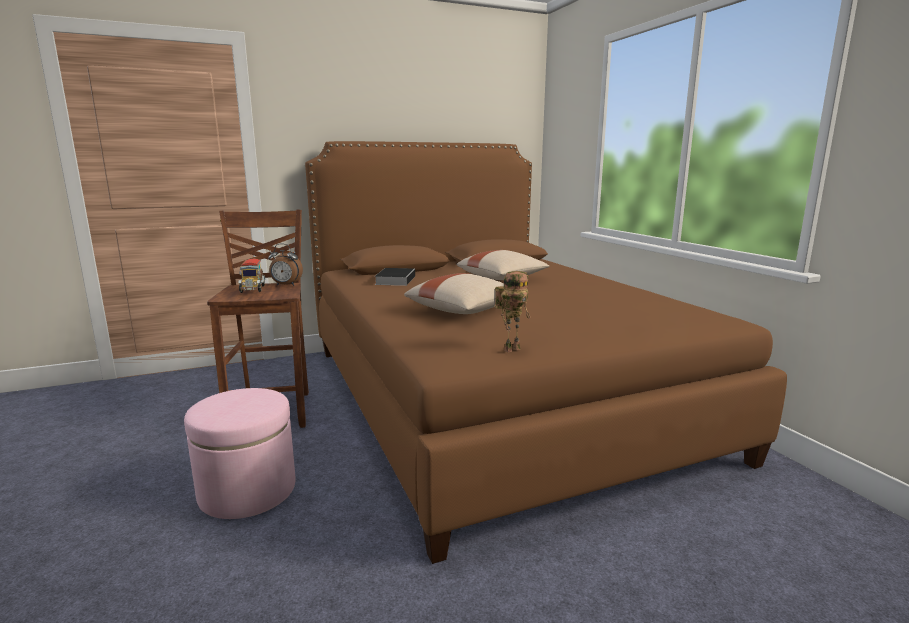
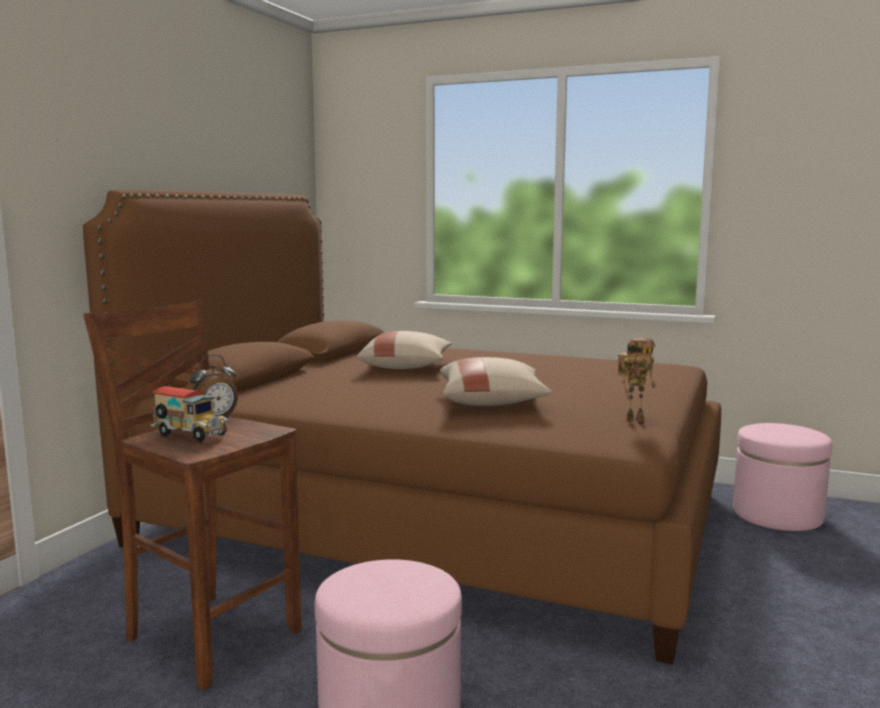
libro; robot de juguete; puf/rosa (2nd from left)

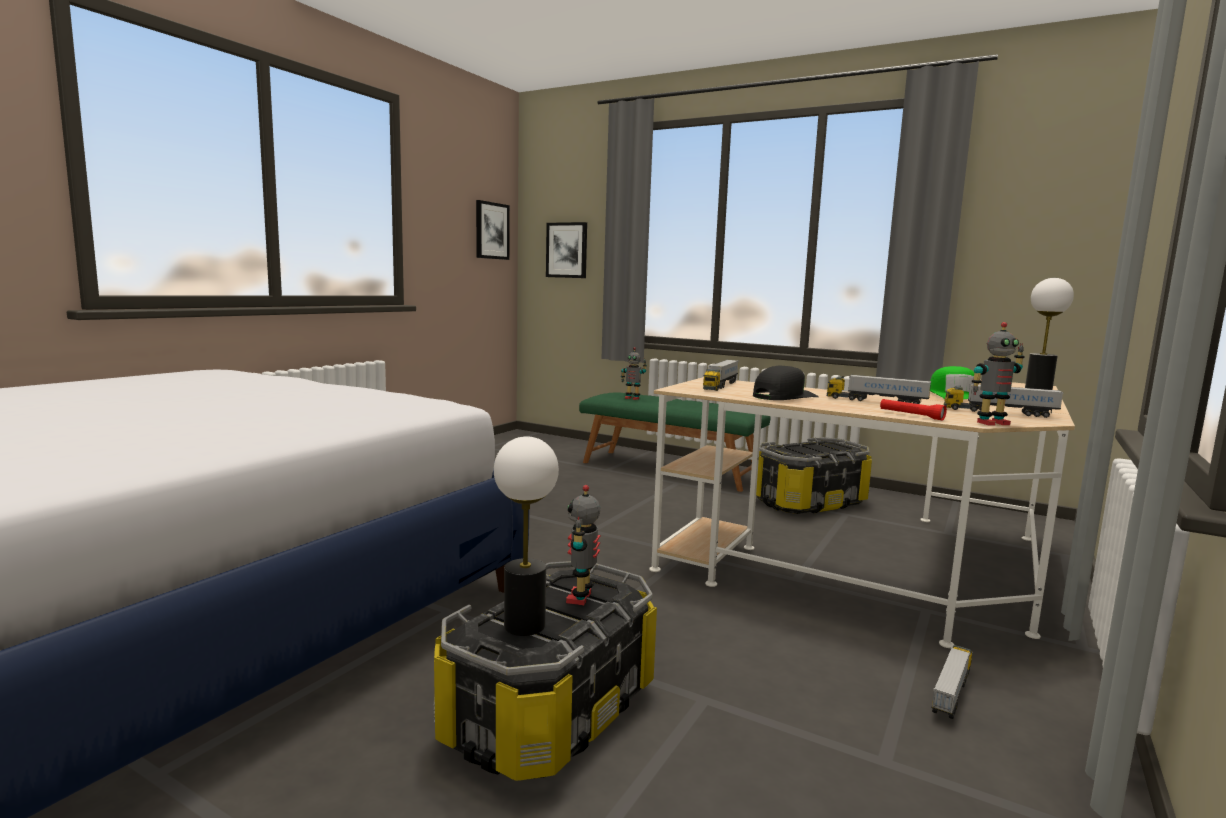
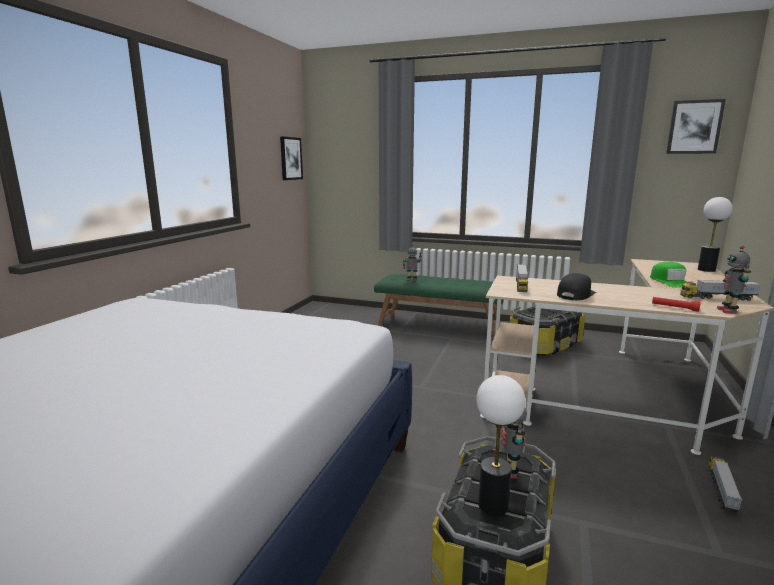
cuadro (2nd from left); camión de juguete (2nd from left in the first image); robot de juguete (3rd from left)

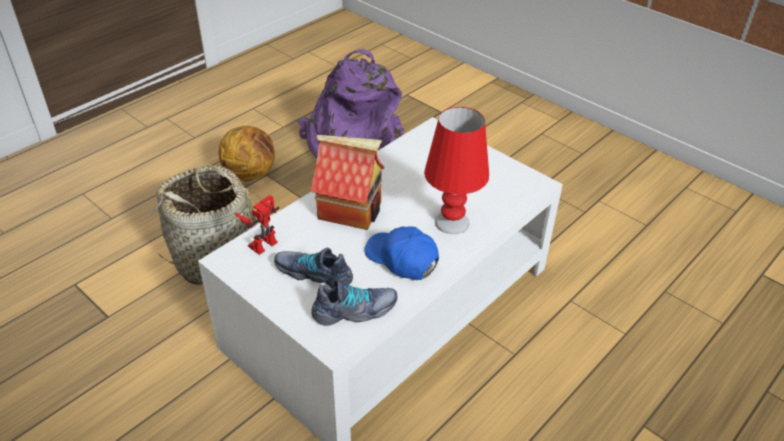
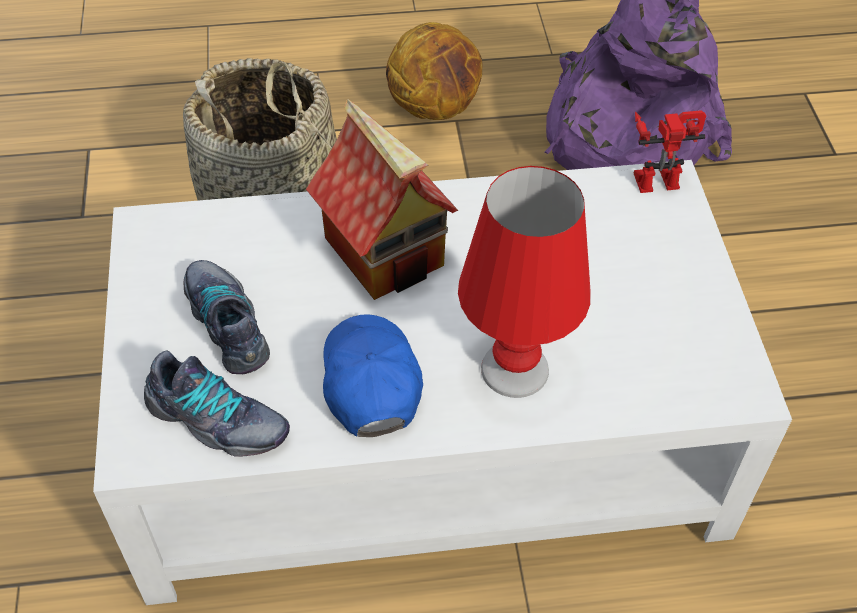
robot de juguete

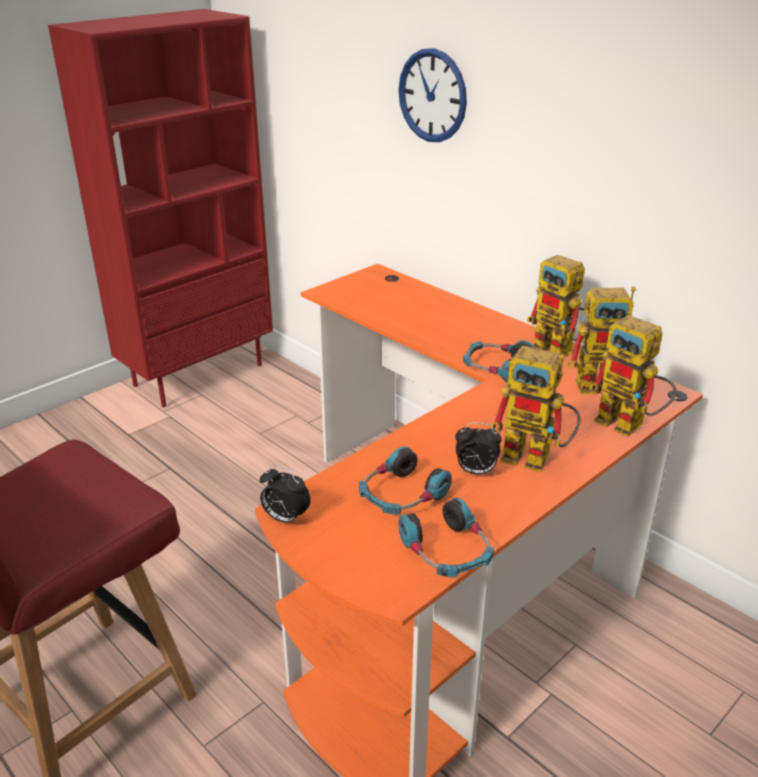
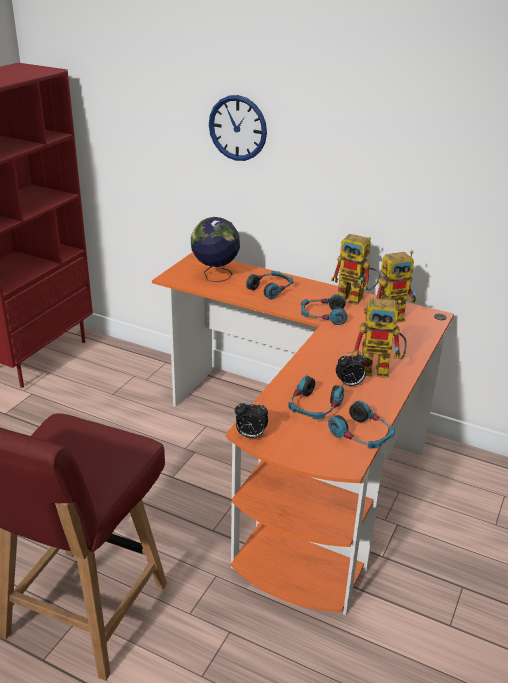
robot de juguete (4th from left in the first image); globo terráqueo; auriculares (1st from left)

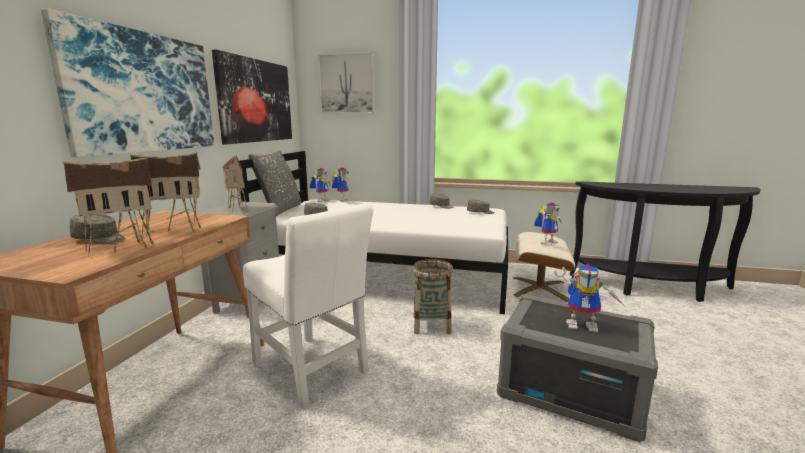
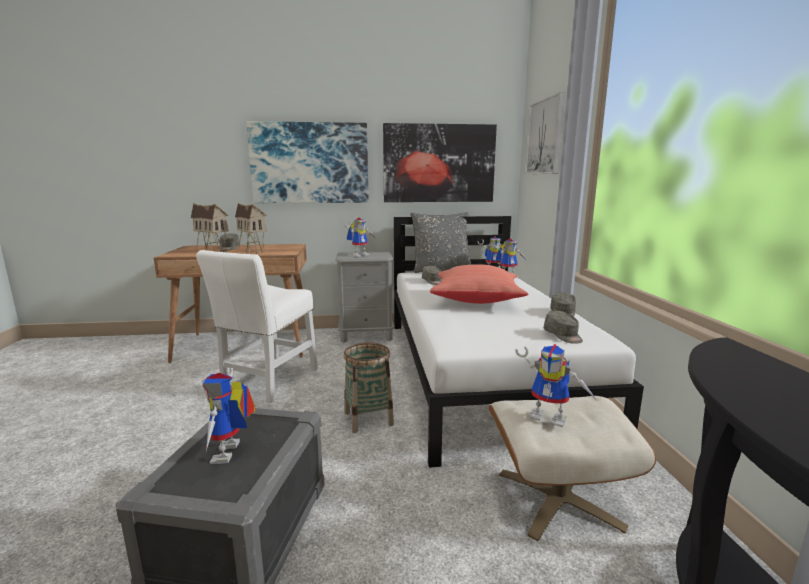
robot de juguete (2nd from left); cojín/rojo

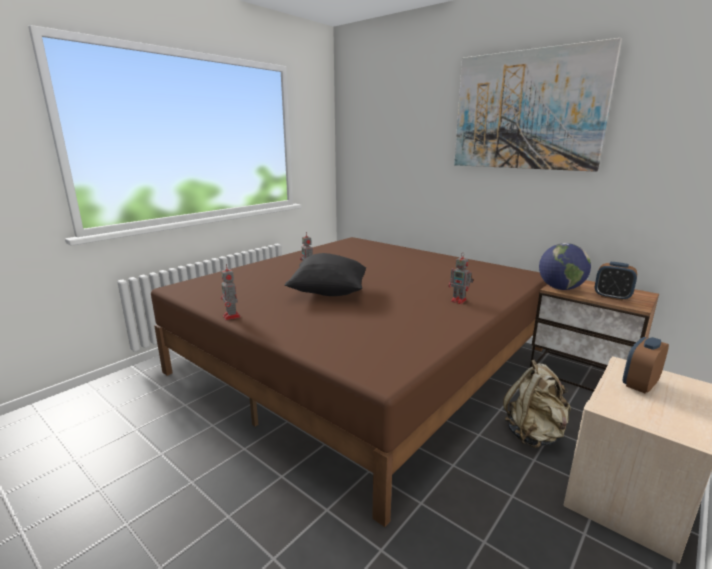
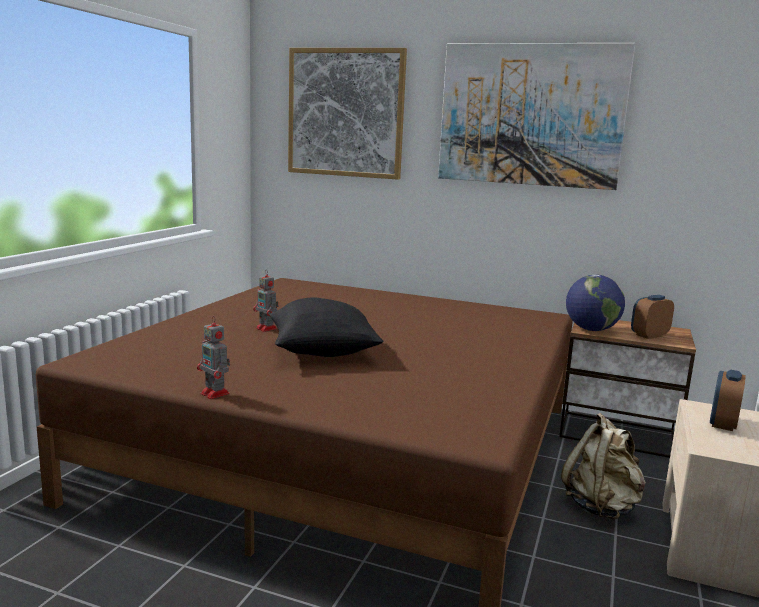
robot de juguete (3rd from left in the first image); despertador (1st from left); cuadro (1st from left)

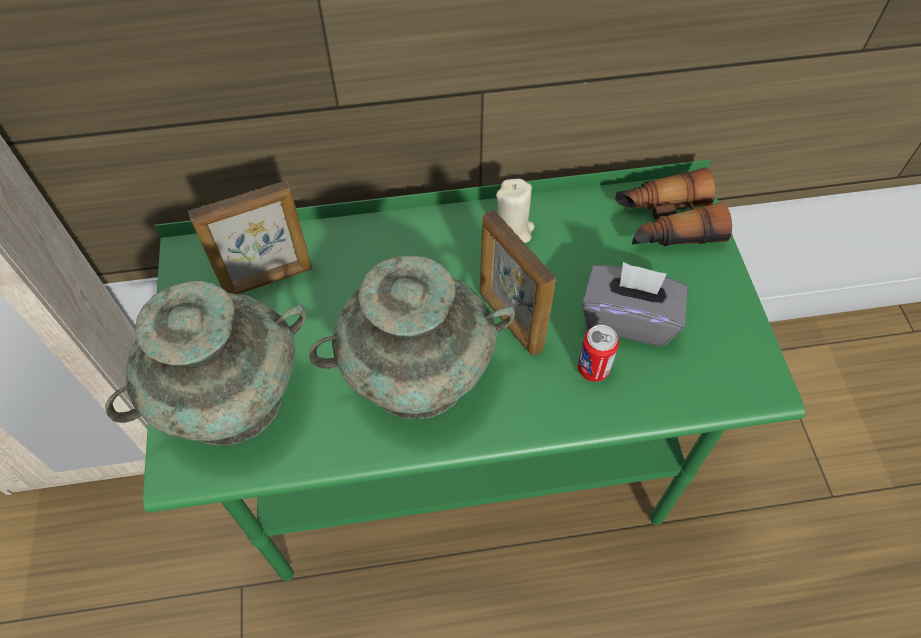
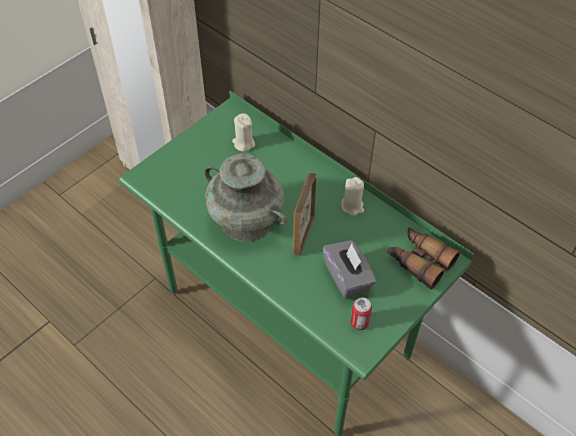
florero/turquesa (1st from left in the first image); vela/beis (1st from left); lata

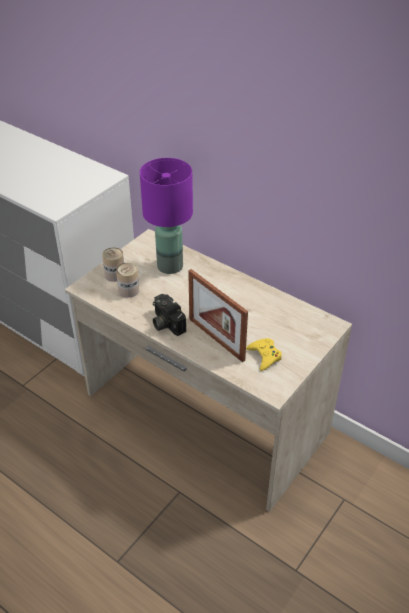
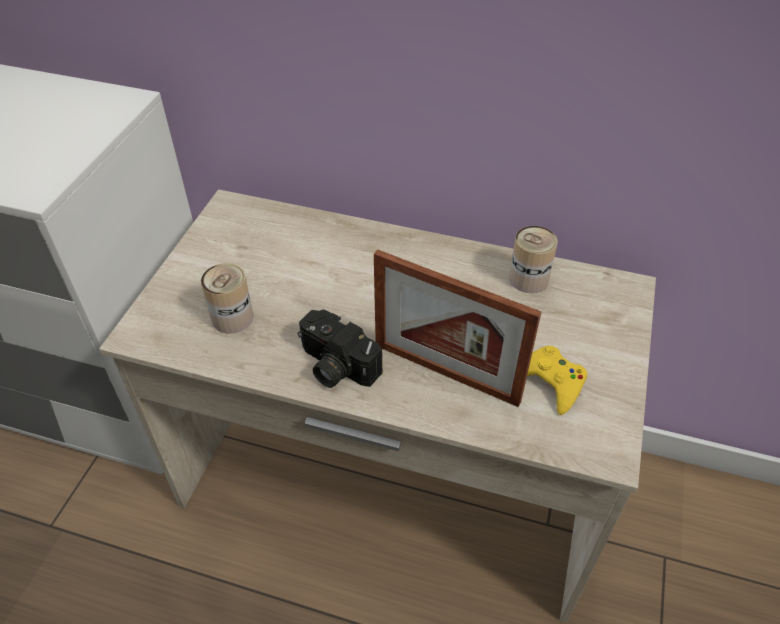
lata (2nd from left); lámpara de mesa/morado

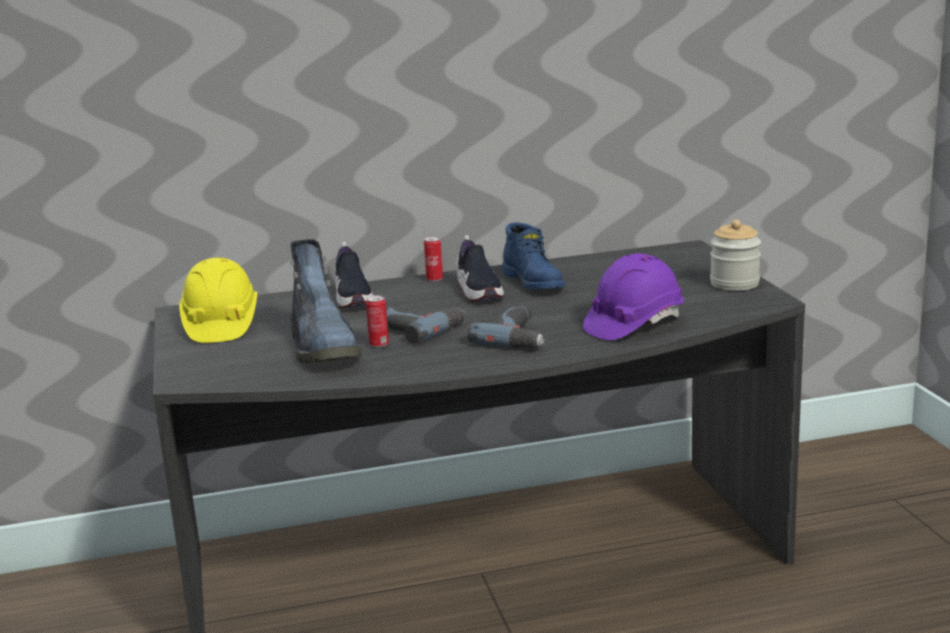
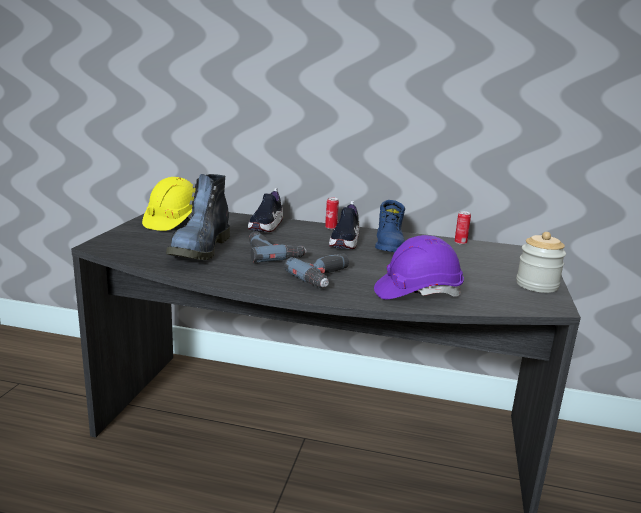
lata (2nd from left)

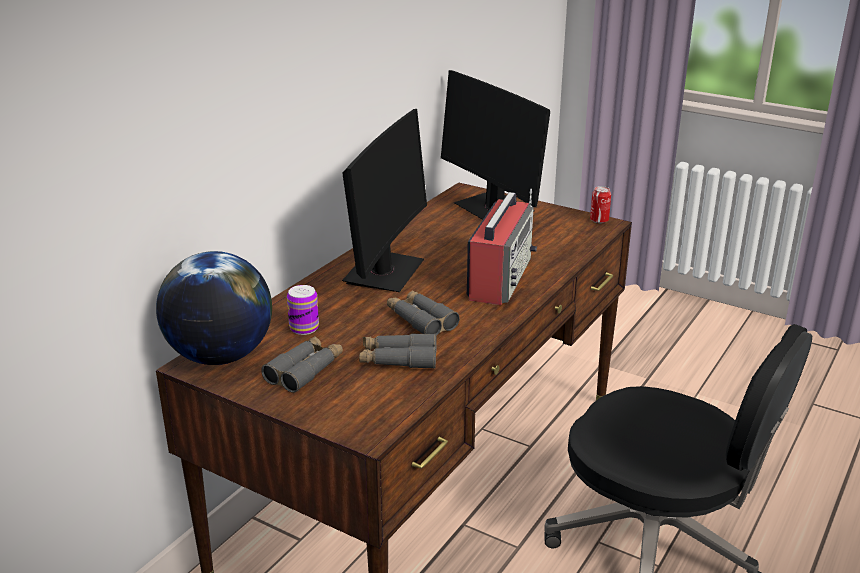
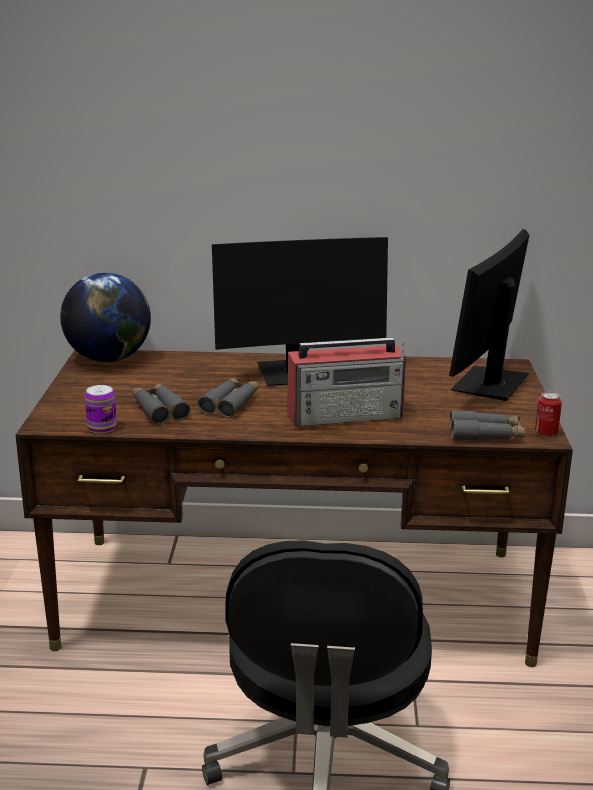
prismáticos/gris (3rd from left); lata (1st from left)

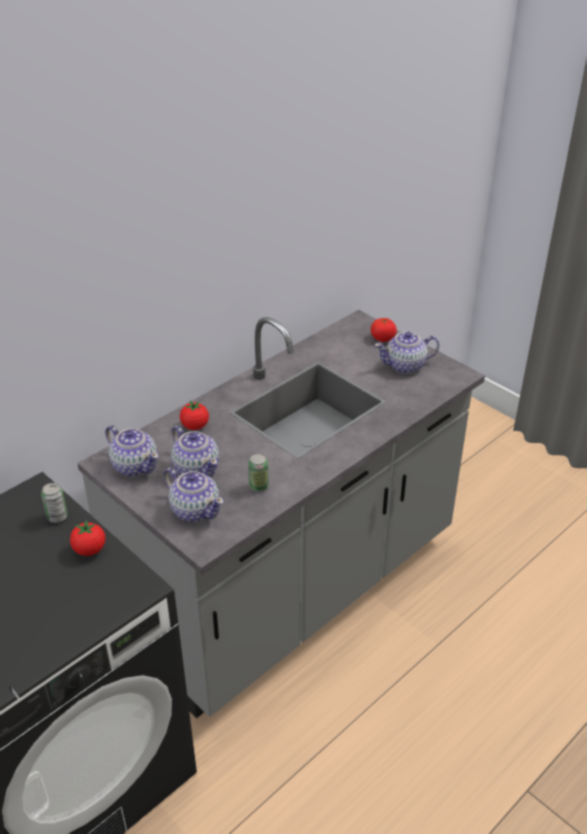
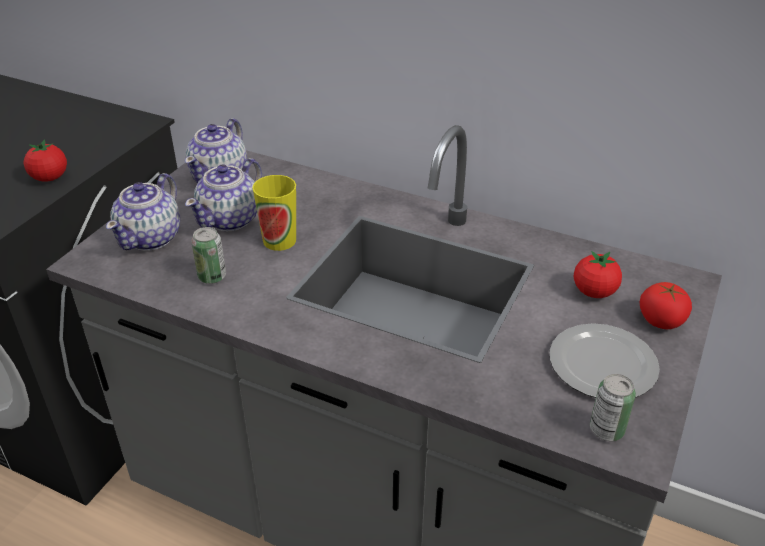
lata (2nd from left); tomate (2nd from left); plato; taza

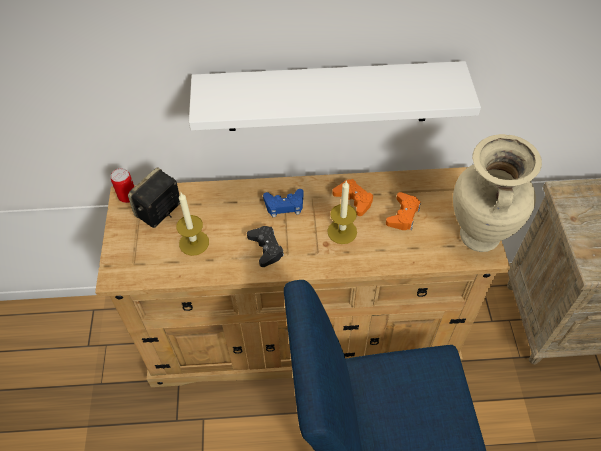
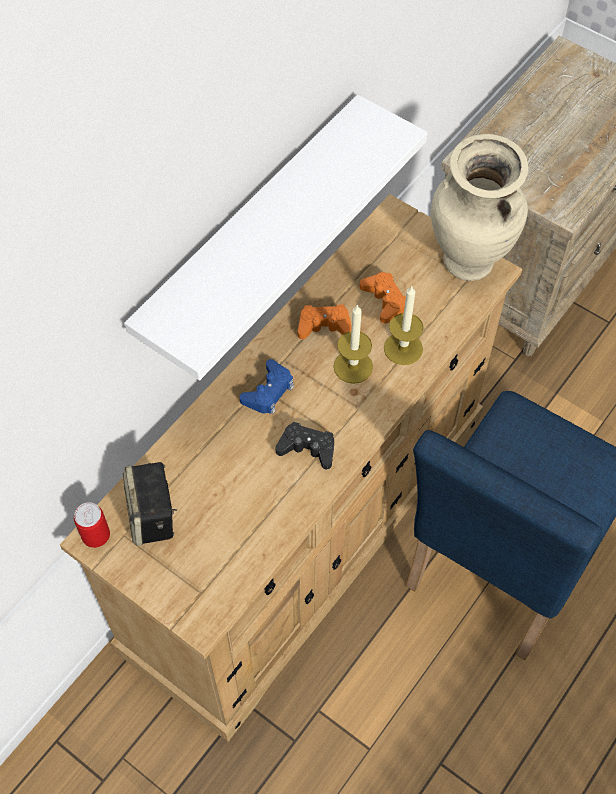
vela (2nd from left)

